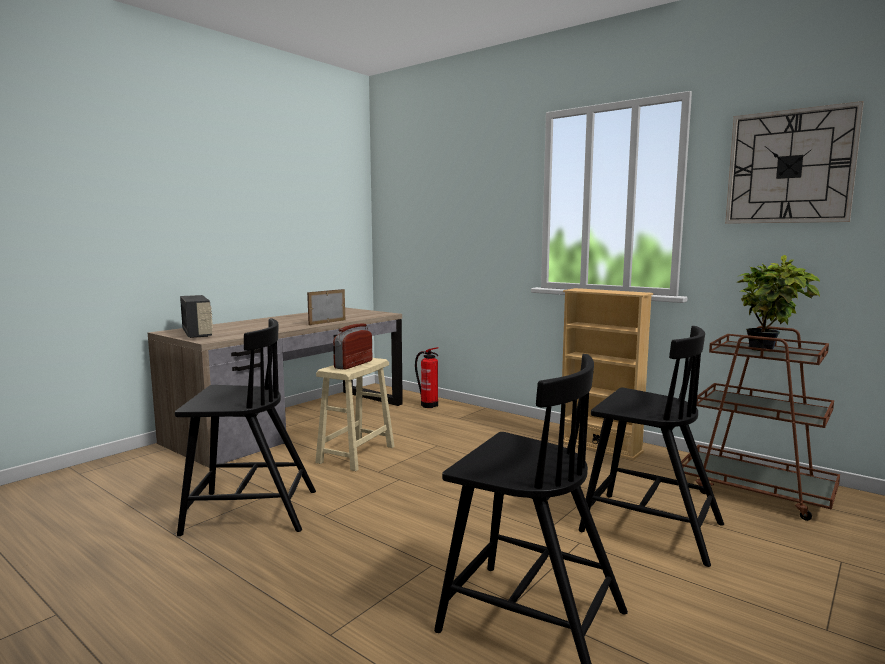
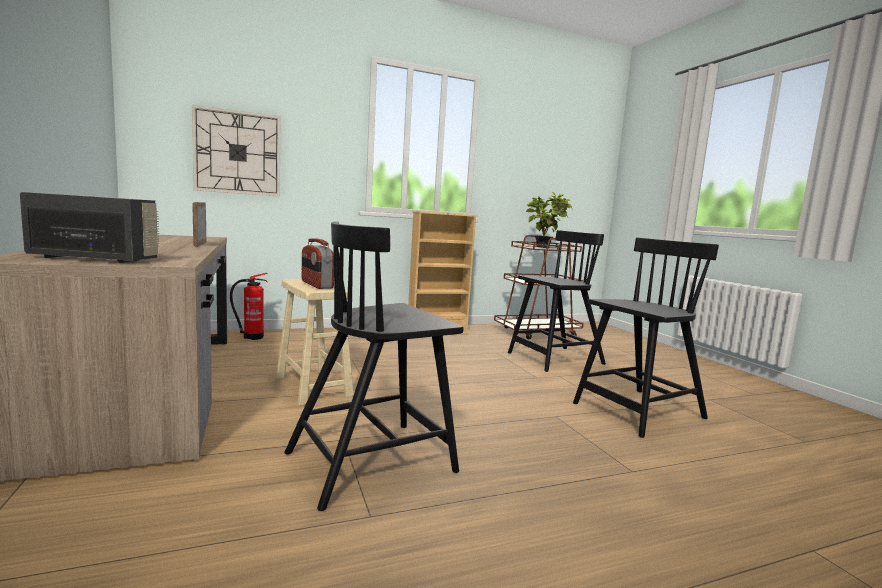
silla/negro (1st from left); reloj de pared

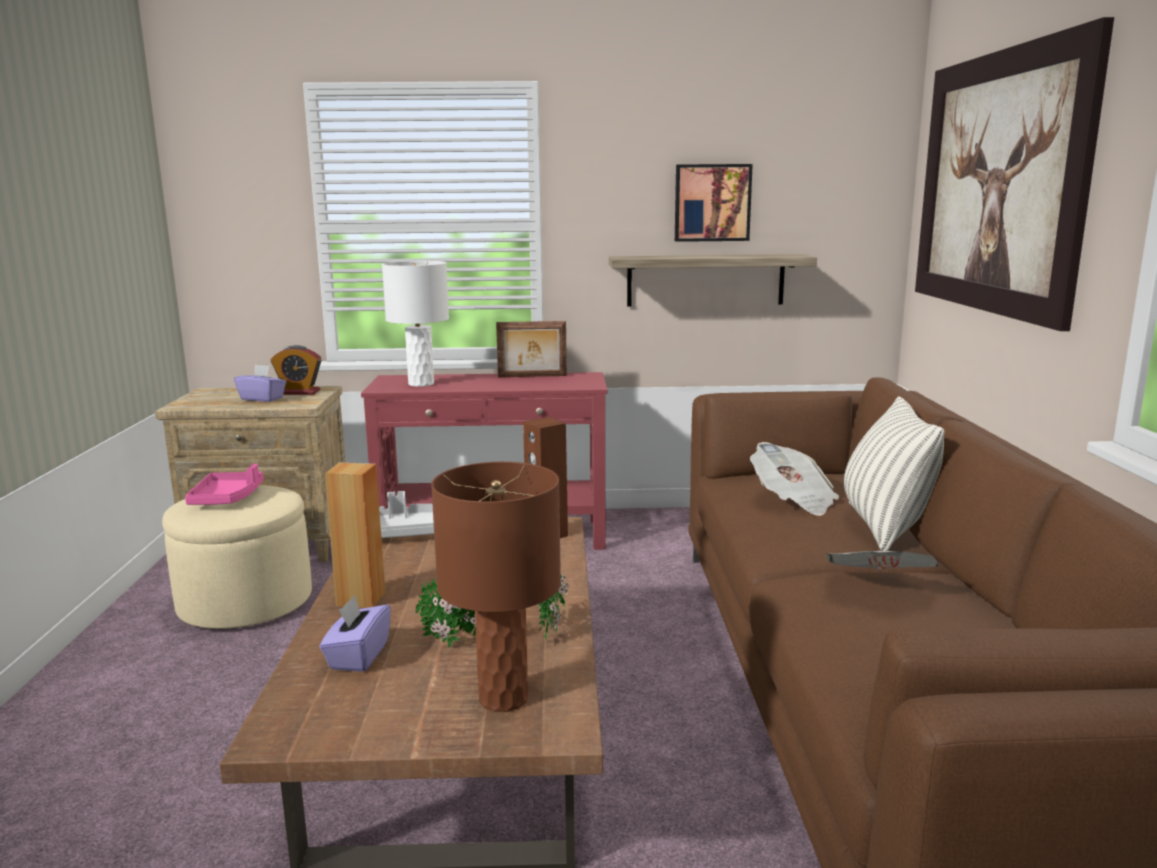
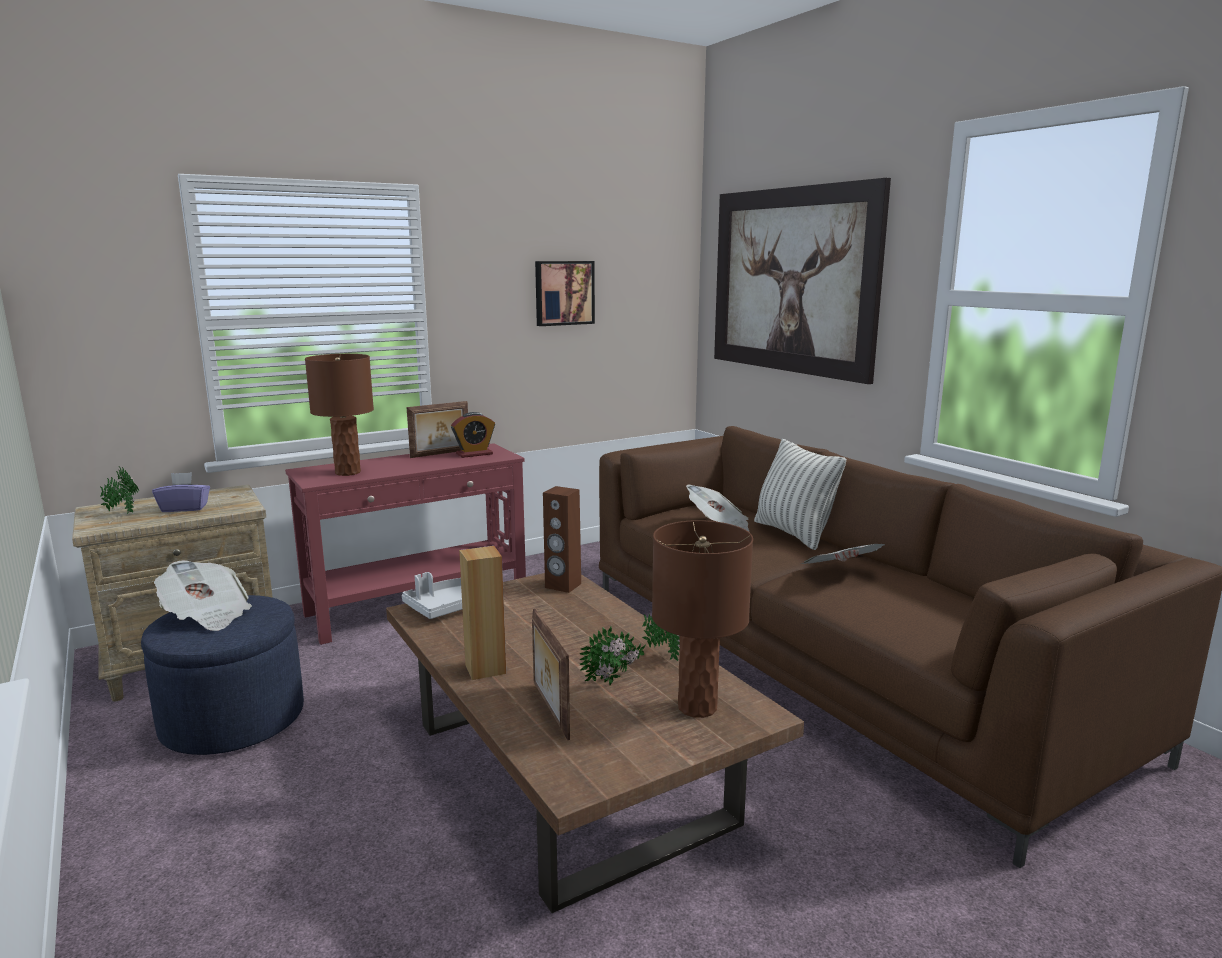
puf/azul; periódico (1st from left); despertador; portarretratos (2nd from left); lámpara de mesa/marrón (1st from left); estante; planta en maceta (1st from left)

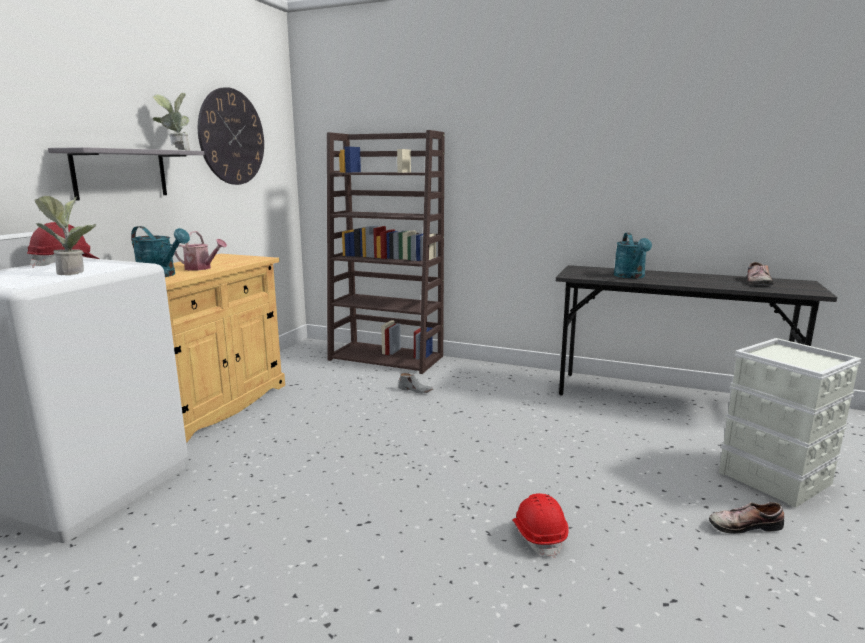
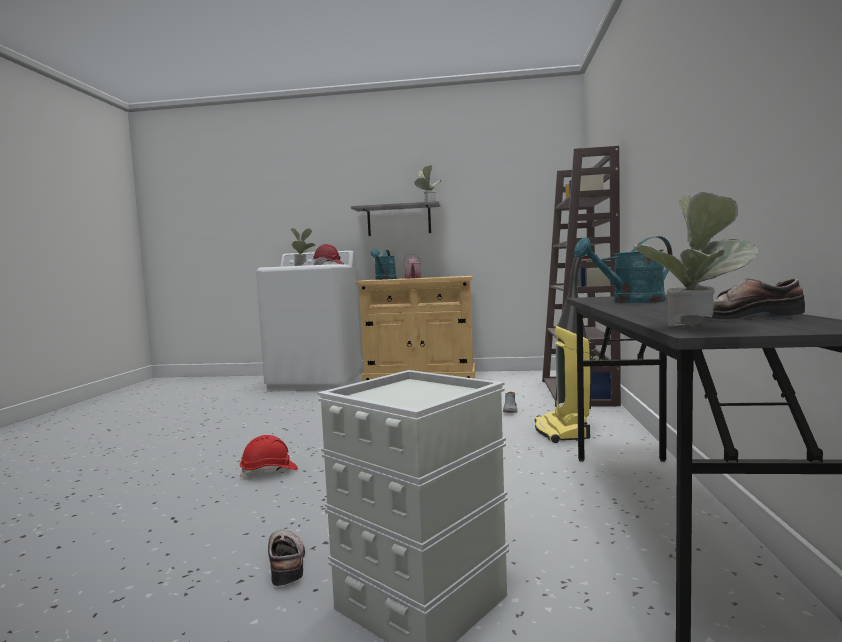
reloj de pared; aspiradora; planta en maceta (3rd from left)

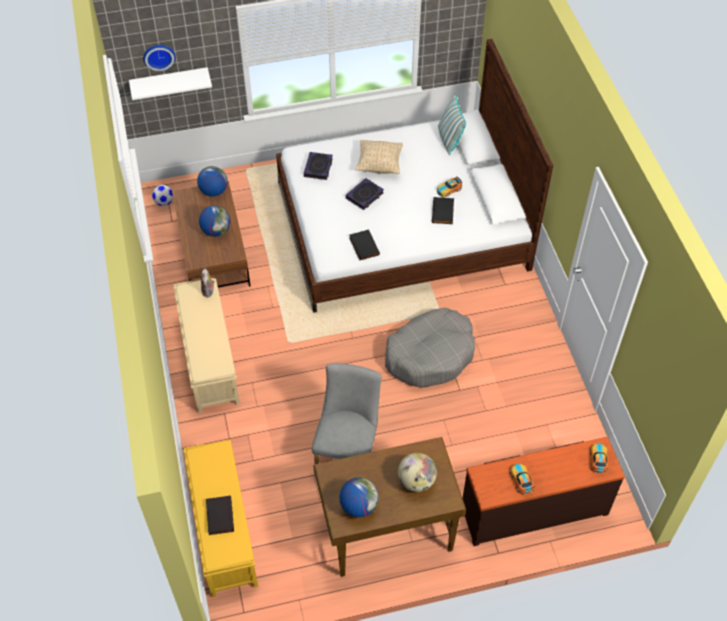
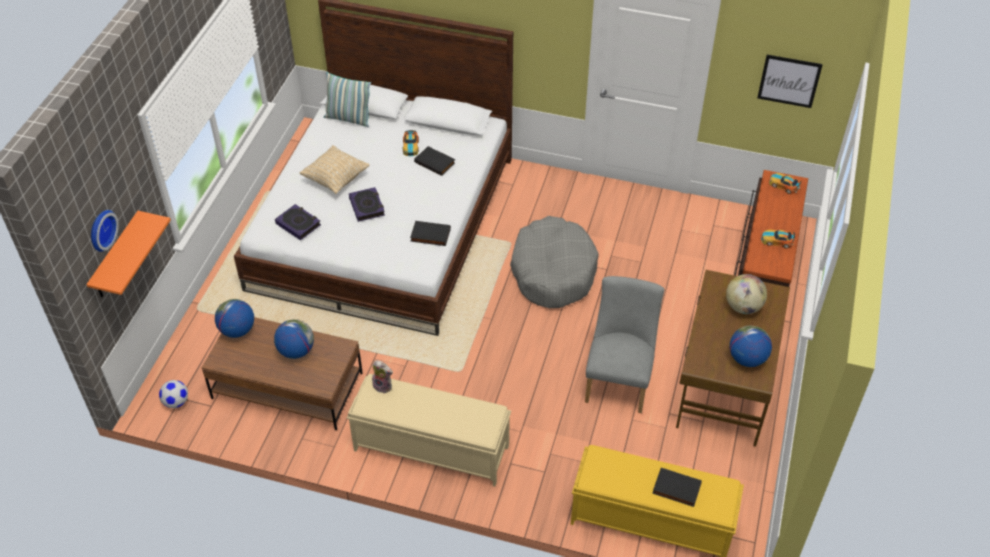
estante/naranja; silla/gris; cuadro

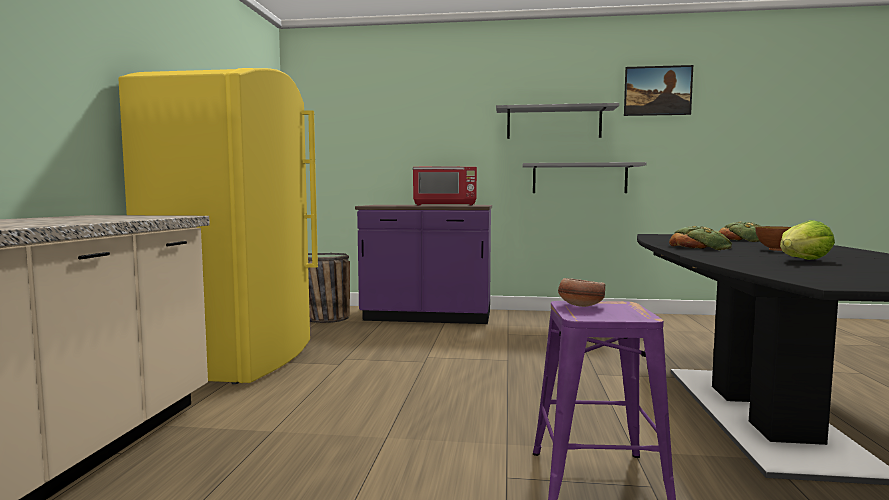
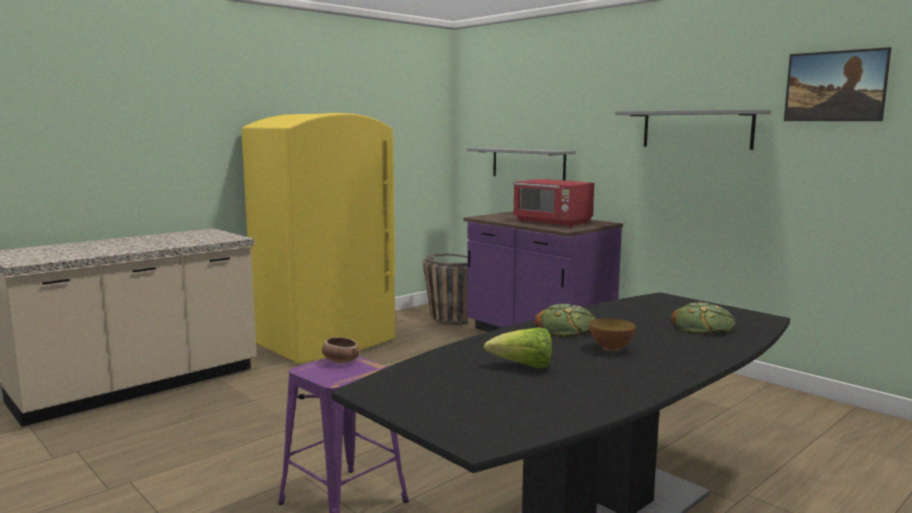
estante/gris (1st from left)

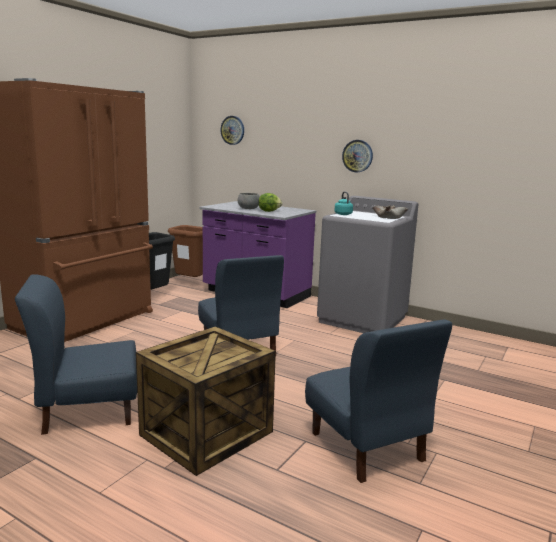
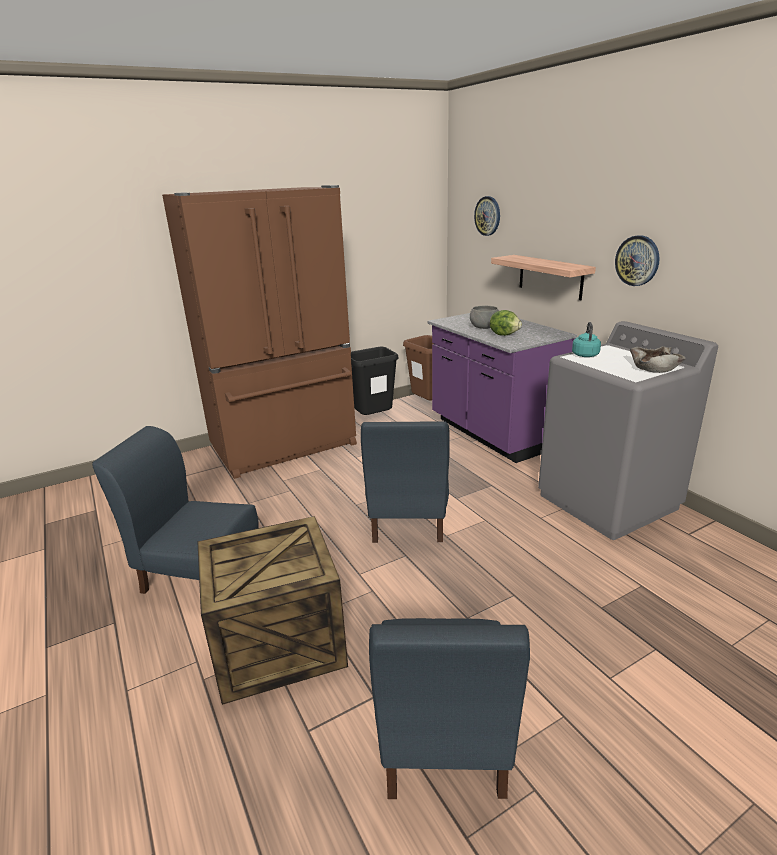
estante

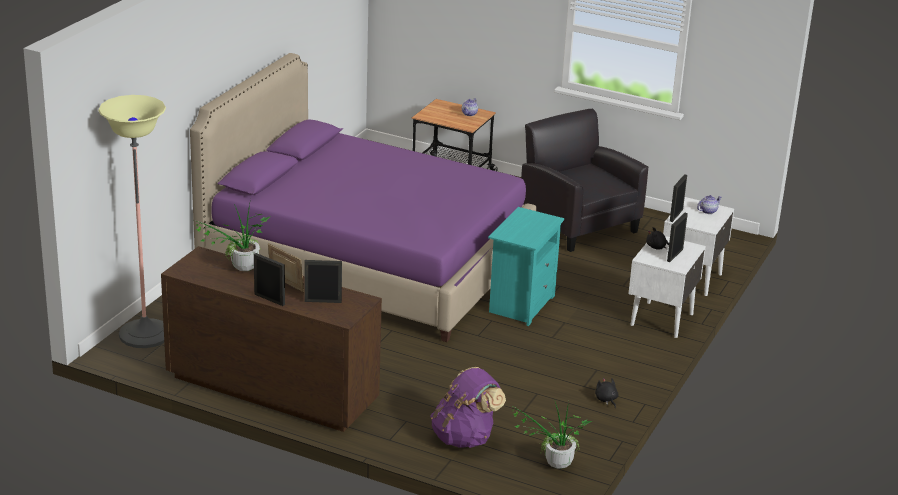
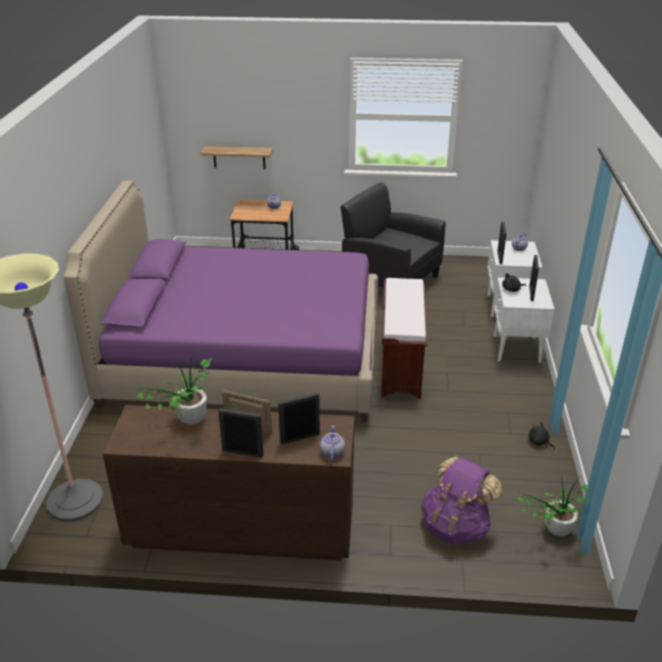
banco/marrón; estante; tetera (2nd from left)

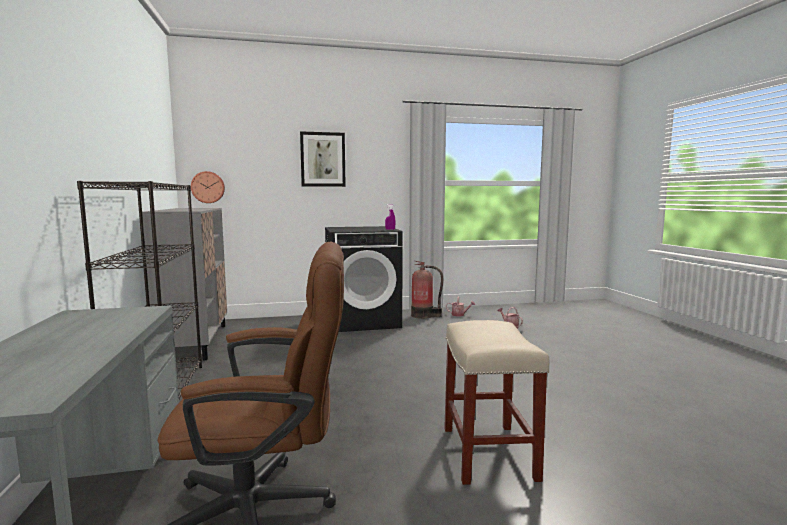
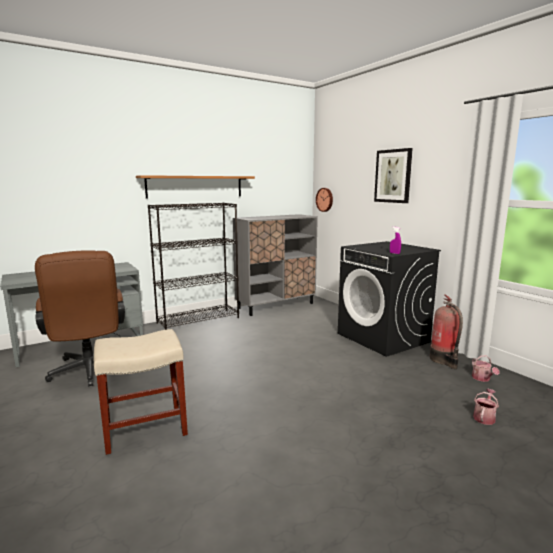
estante

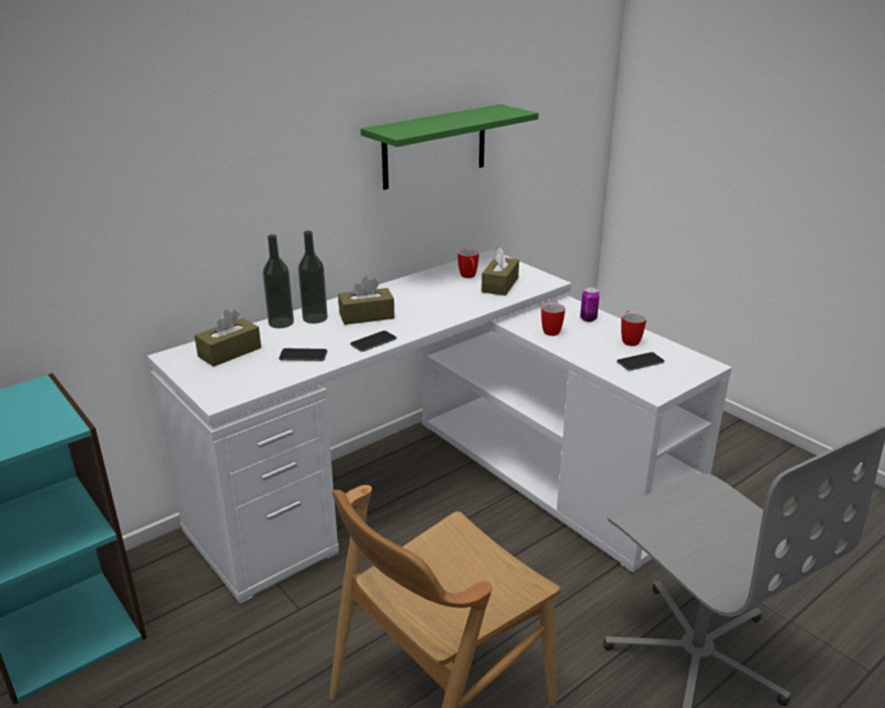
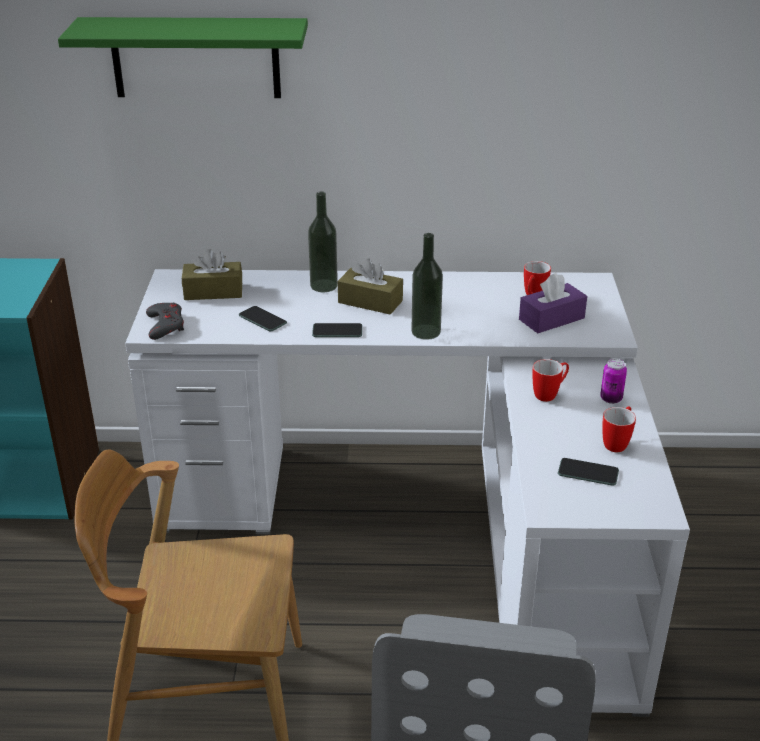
botella (2nd from left); estante/verde; caja de pañuelos/morado; mando de consola/gris

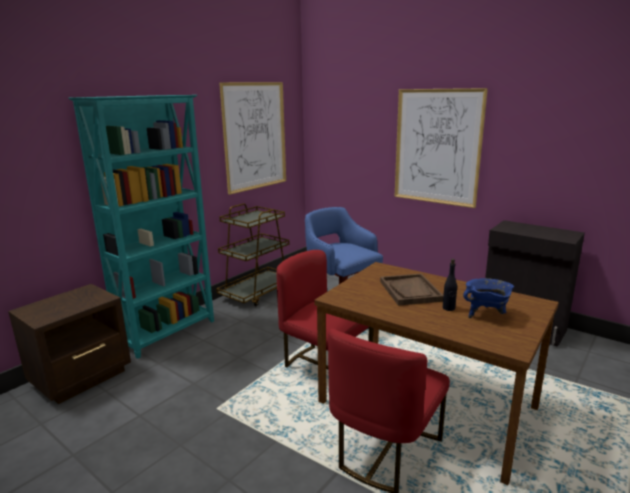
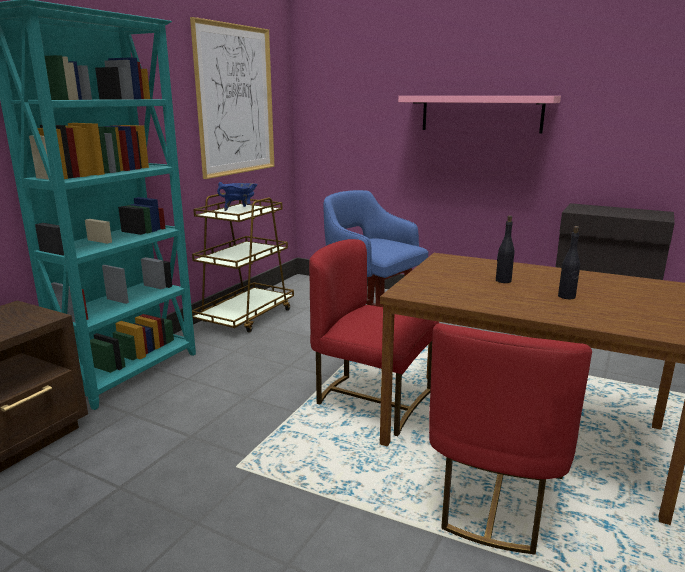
botella/negro (1st from left); estante/rosa; olla/azul

